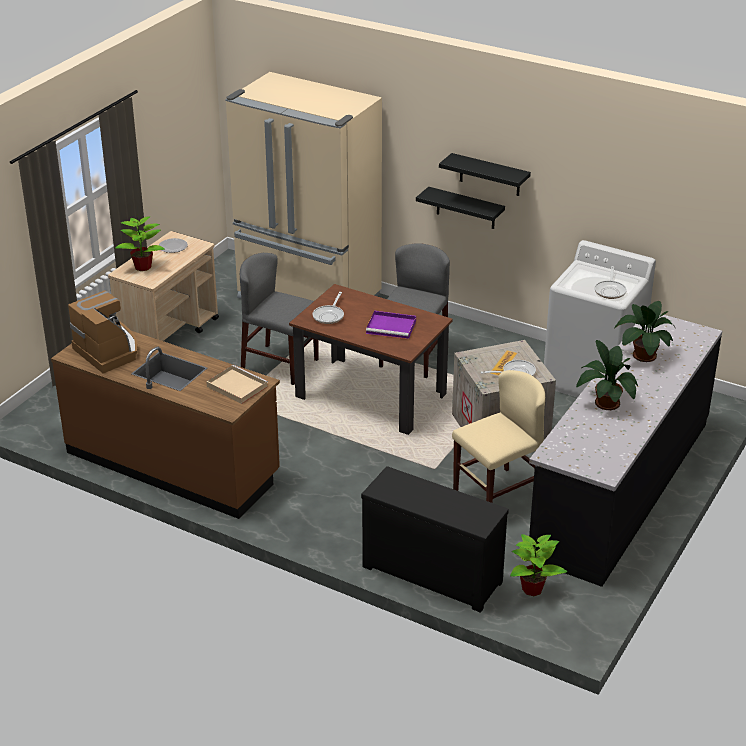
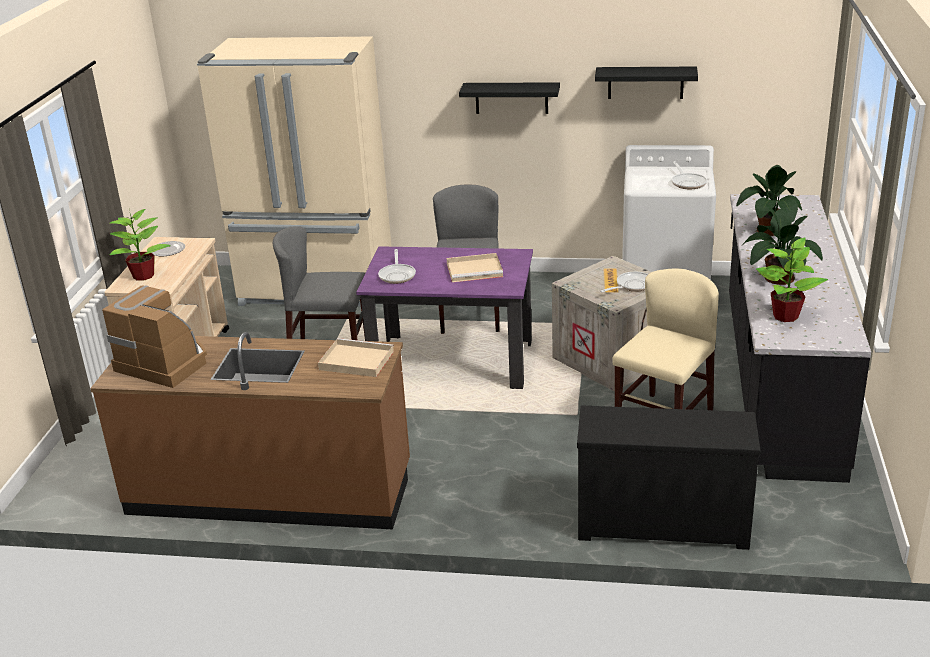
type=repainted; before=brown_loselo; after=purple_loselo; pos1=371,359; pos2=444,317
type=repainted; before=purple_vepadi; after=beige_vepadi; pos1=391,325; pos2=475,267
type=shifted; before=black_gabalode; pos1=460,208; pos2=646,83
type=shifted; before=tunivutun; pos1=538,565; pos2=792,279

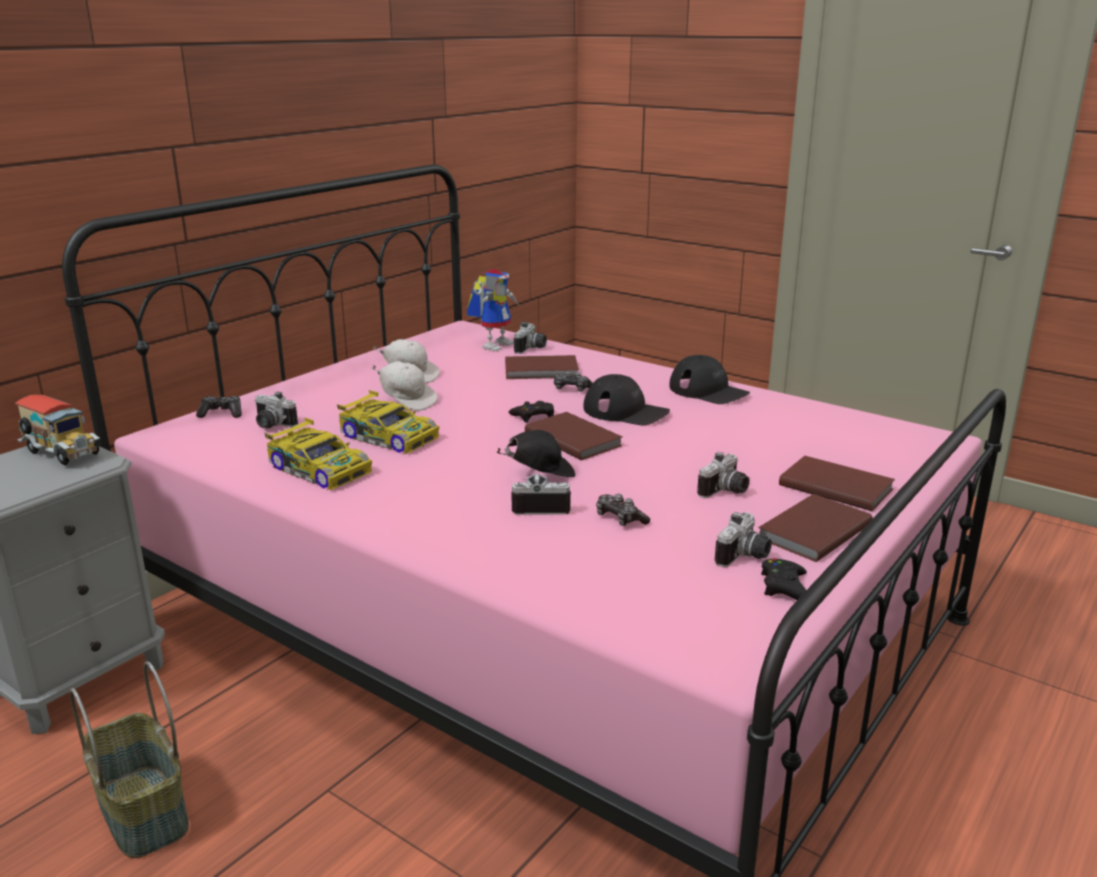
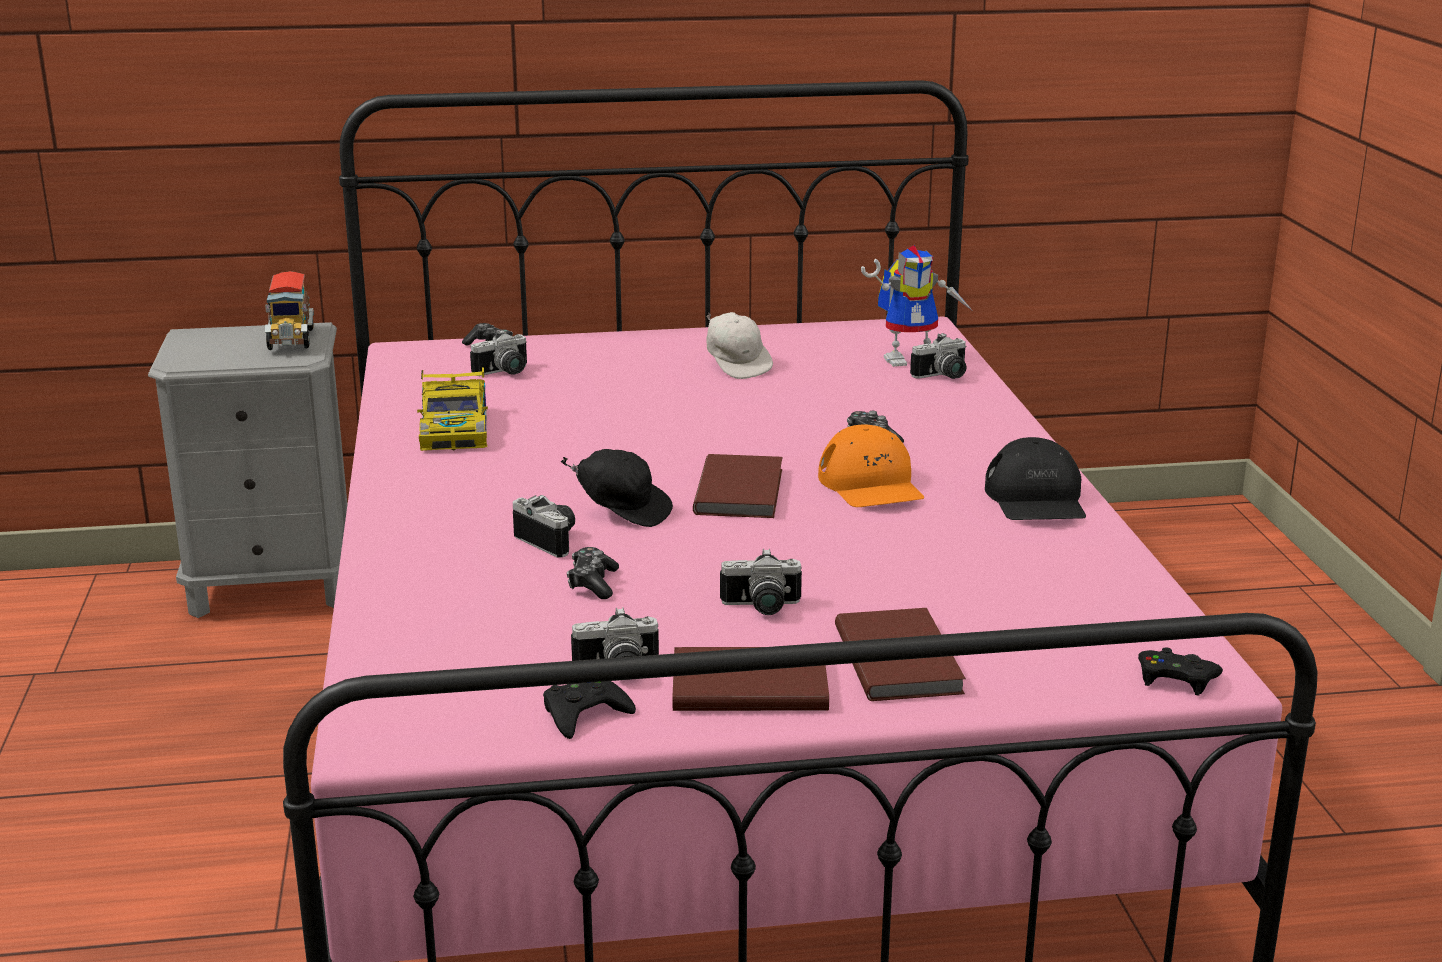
type=gone; before=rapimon; pos1=129,759
type=rotated; before=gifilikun; pos1=276,410; pos2=498,353; turn=-105
type=gone; before=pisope; pos1=388,422
type=gone; before=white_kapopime; pos1=405,386
type=gone; before=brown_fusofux; pos1=542,367
type=shifted; before=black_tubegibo; pos1=531,412; pos2=1180,671
type=repainted; before=black_kapopime; after=orange_kapopime; pos1=627,399; pos2=871,465

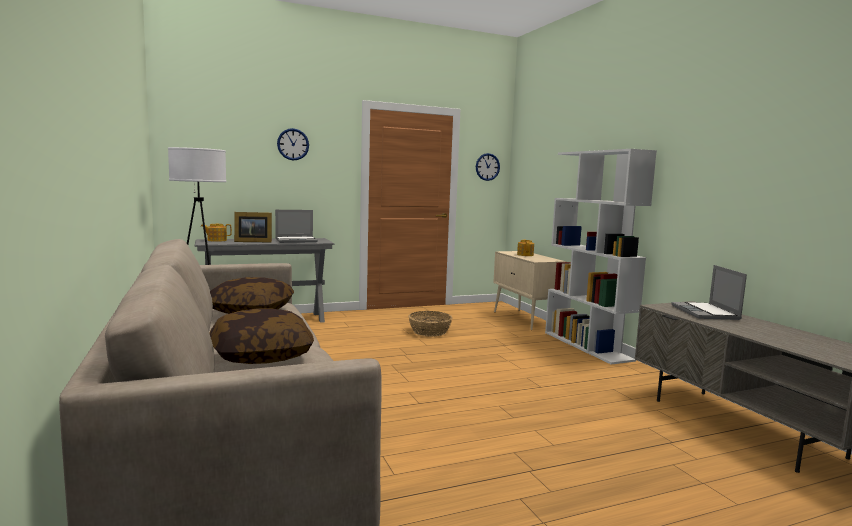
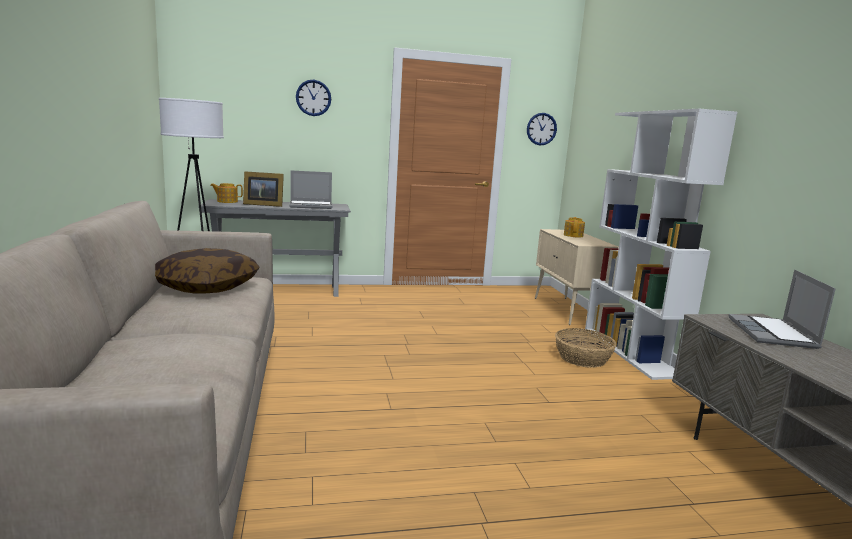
type=gone; before=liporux; pos1=261,336
type=shifted; before=rapimon; pos1=430,324; pos2=586,348

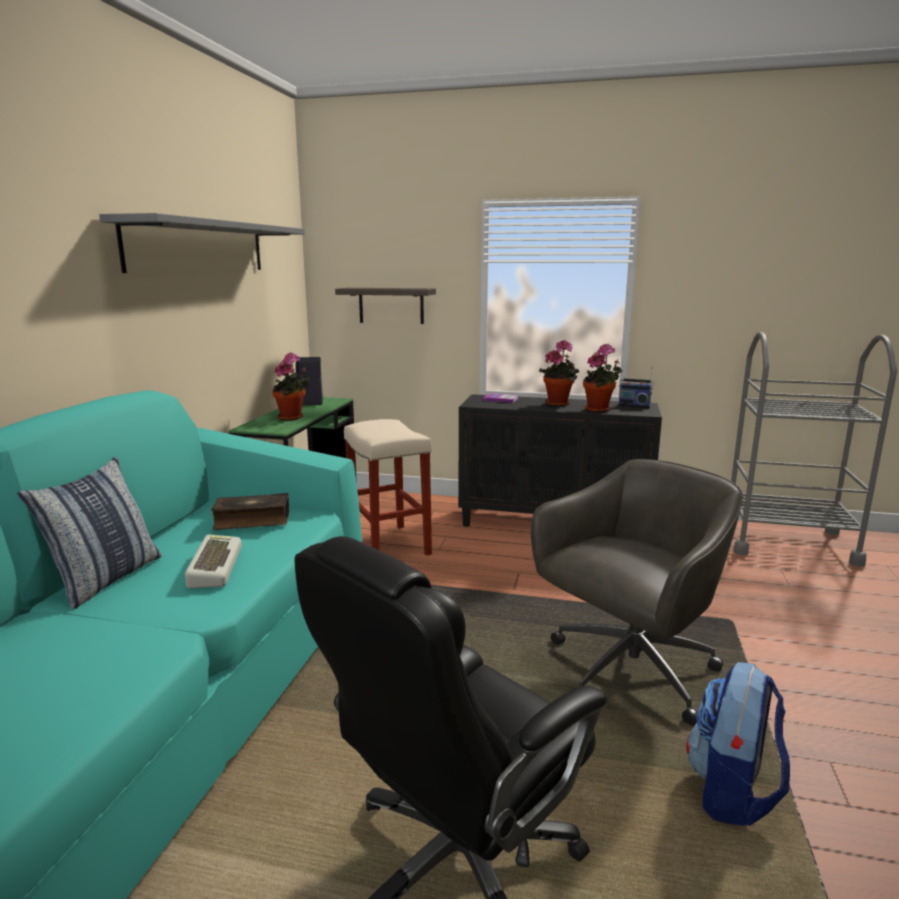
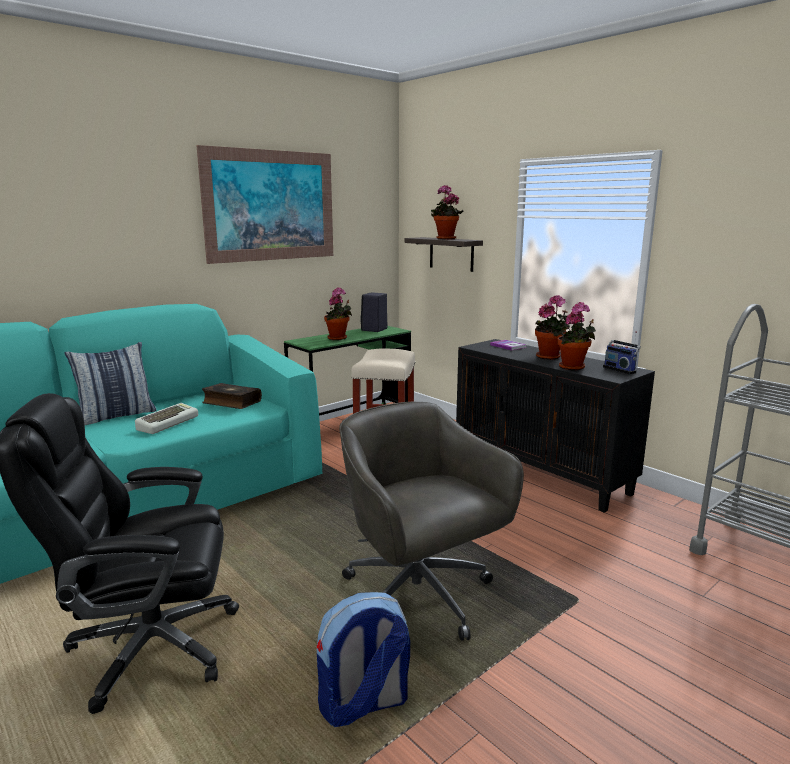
type=swapped; before=grey_gabalode; after=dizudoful; pos1=202,243; pos2=265,204
type=rotated; before=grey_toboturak; pos1=637,592; pos2=431,521; turn=-120
type=new; after=tunivutun; pos2=447,212

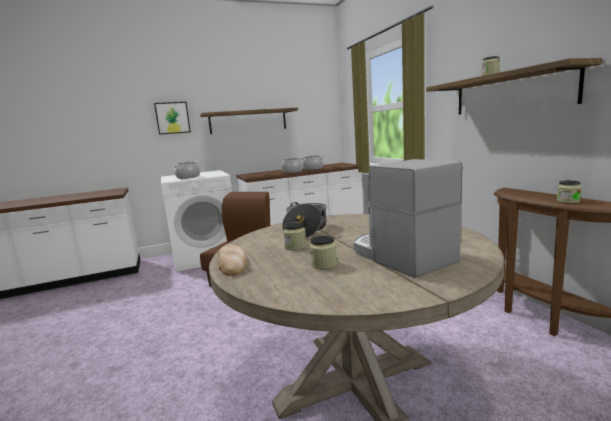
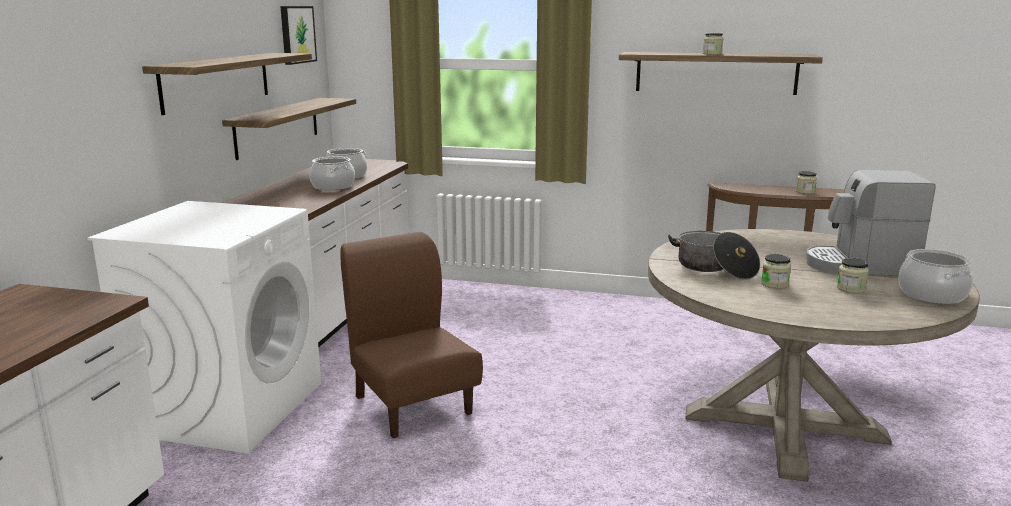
type=shifted; before=dizudoful; pos1=172,118; pos2=298,35
type=shifted; before=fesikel; pos1=187,170; pos2=935,276
type=gone; before=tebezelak; pos1=232,260
type=new; after=gabalode; pos2=289,129

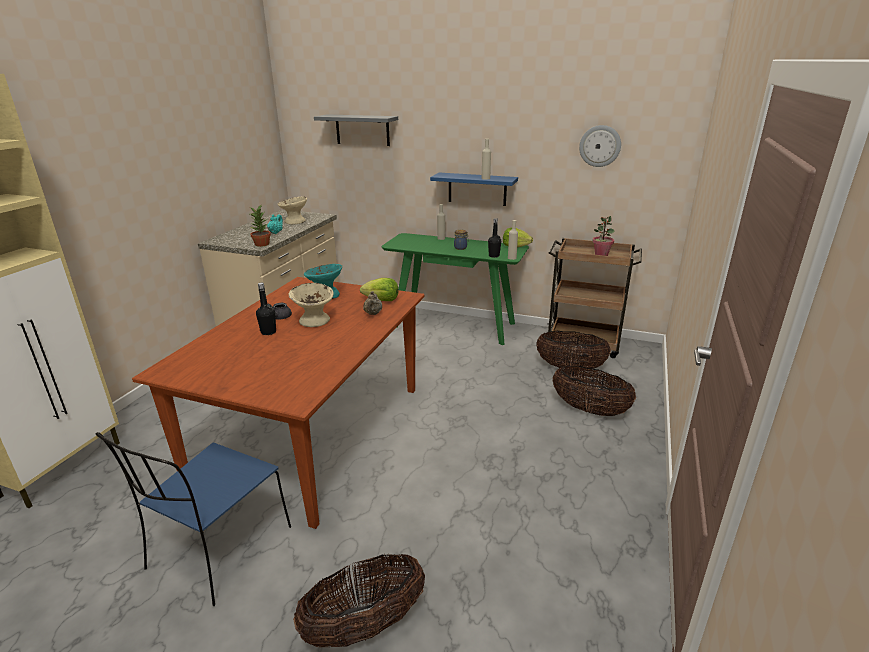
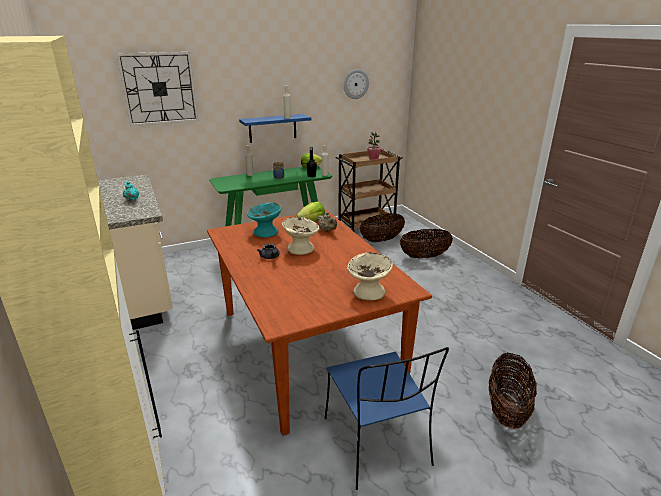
type=gone; before=tunivutun; pos1=260,226
type=gone; before=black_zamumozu; pos1=266,308
type=shifted; before=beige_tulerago; pos1=292,210; pos2=370,276
type=swapped; before=grey_gabalode; after=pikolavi; pos1=356,130; pos2=157,89

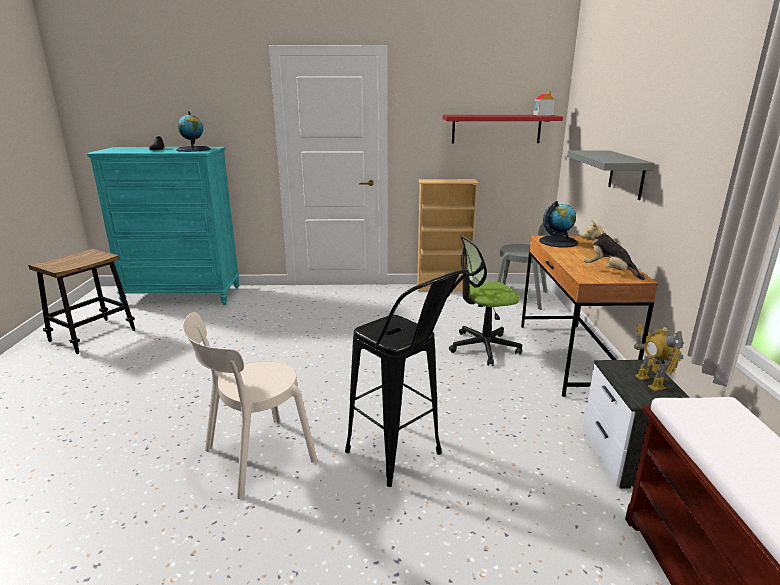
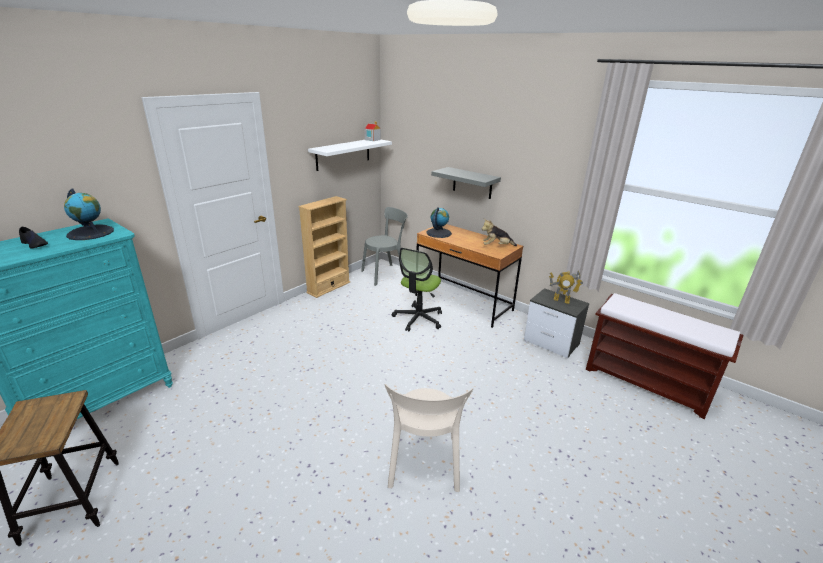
type=gone; before=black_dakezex; pos1=407,378
type=repainted; before=red_gabalode; after=white_gabalode; pos1=503,129; pos2=350,155

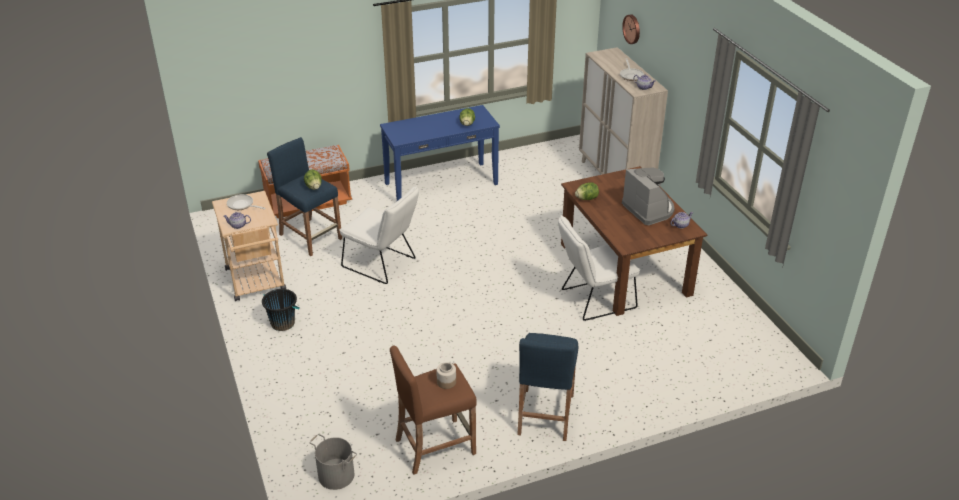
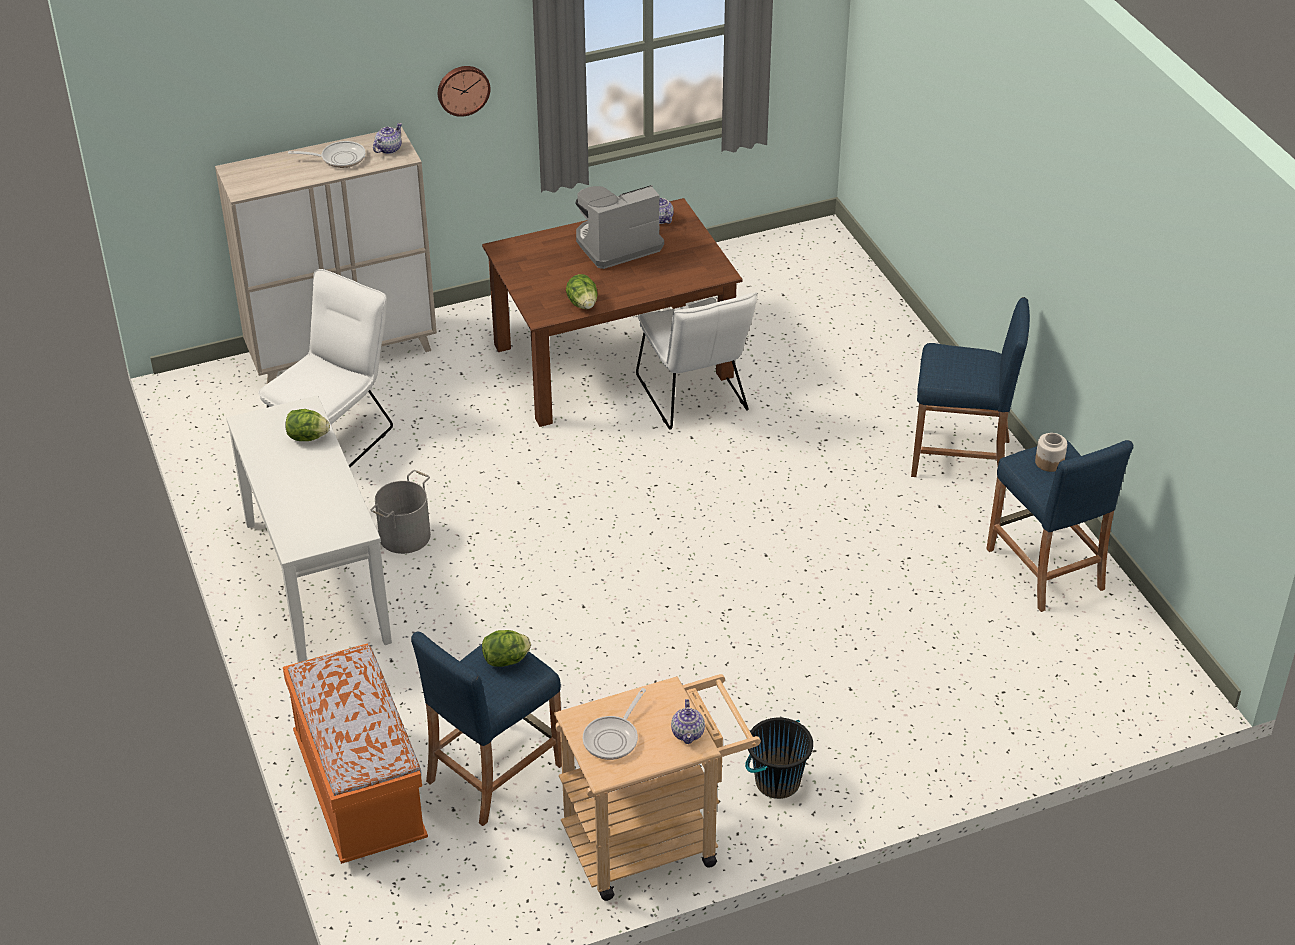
type=shifted; before=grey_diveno; pos1=333,462; pos2=401,512
type=shifted; before=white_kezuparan; pos1=379,235; pos2=325,368
type=repainted; before=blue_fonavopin; after=white_fonavopin; pos1=440,153; pos2=309,529
type=repainted; before=brown_dakezex; after=blue_dakezex; pos1=433,410; pos2=1059,526
type=shifted; before=pikolavi; pos1=631,29; pos2=464,91

